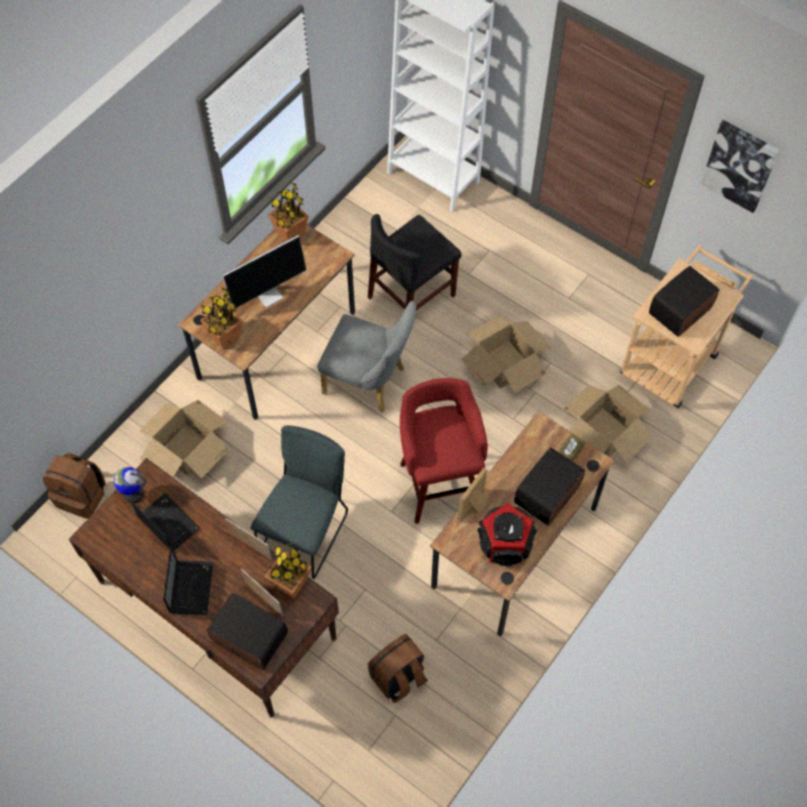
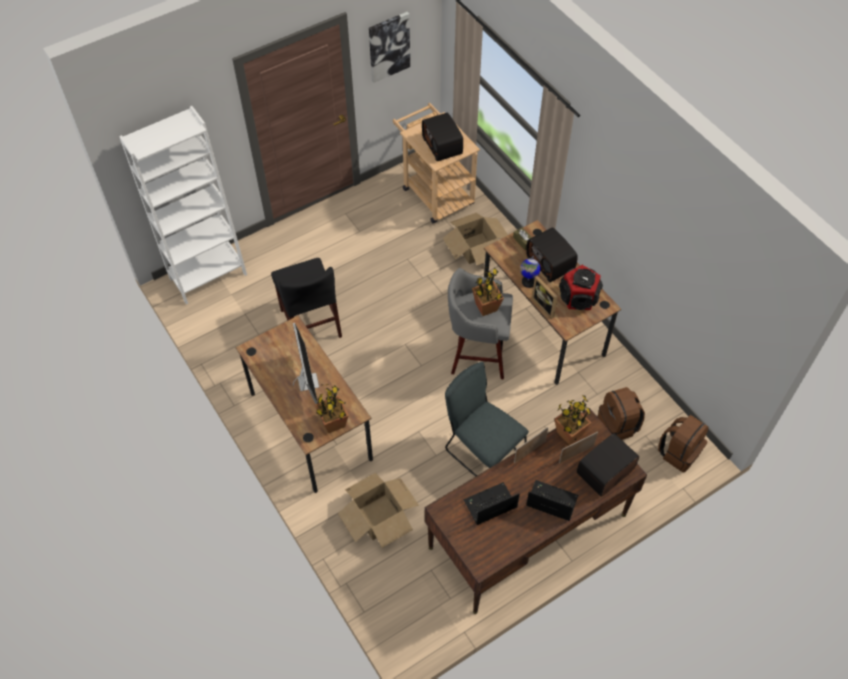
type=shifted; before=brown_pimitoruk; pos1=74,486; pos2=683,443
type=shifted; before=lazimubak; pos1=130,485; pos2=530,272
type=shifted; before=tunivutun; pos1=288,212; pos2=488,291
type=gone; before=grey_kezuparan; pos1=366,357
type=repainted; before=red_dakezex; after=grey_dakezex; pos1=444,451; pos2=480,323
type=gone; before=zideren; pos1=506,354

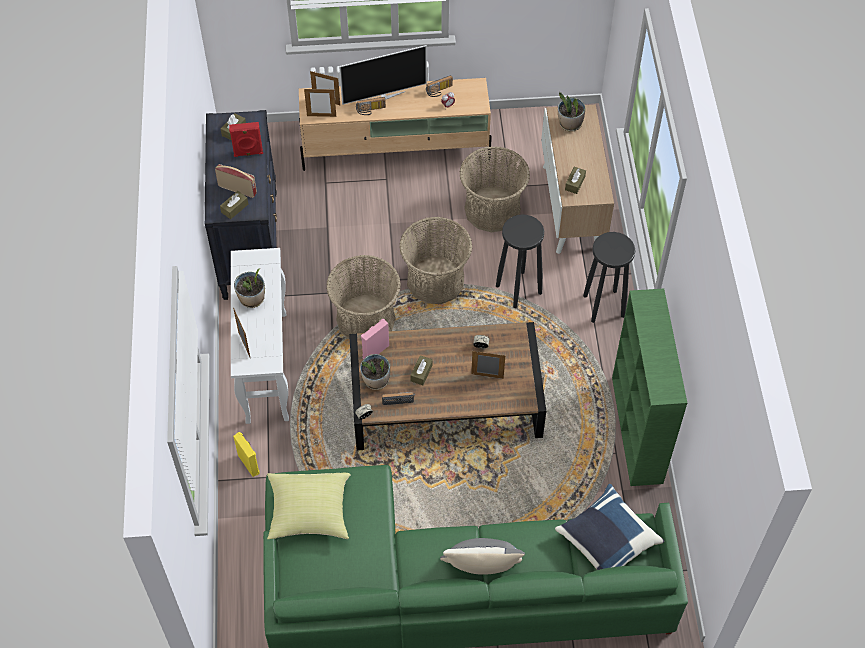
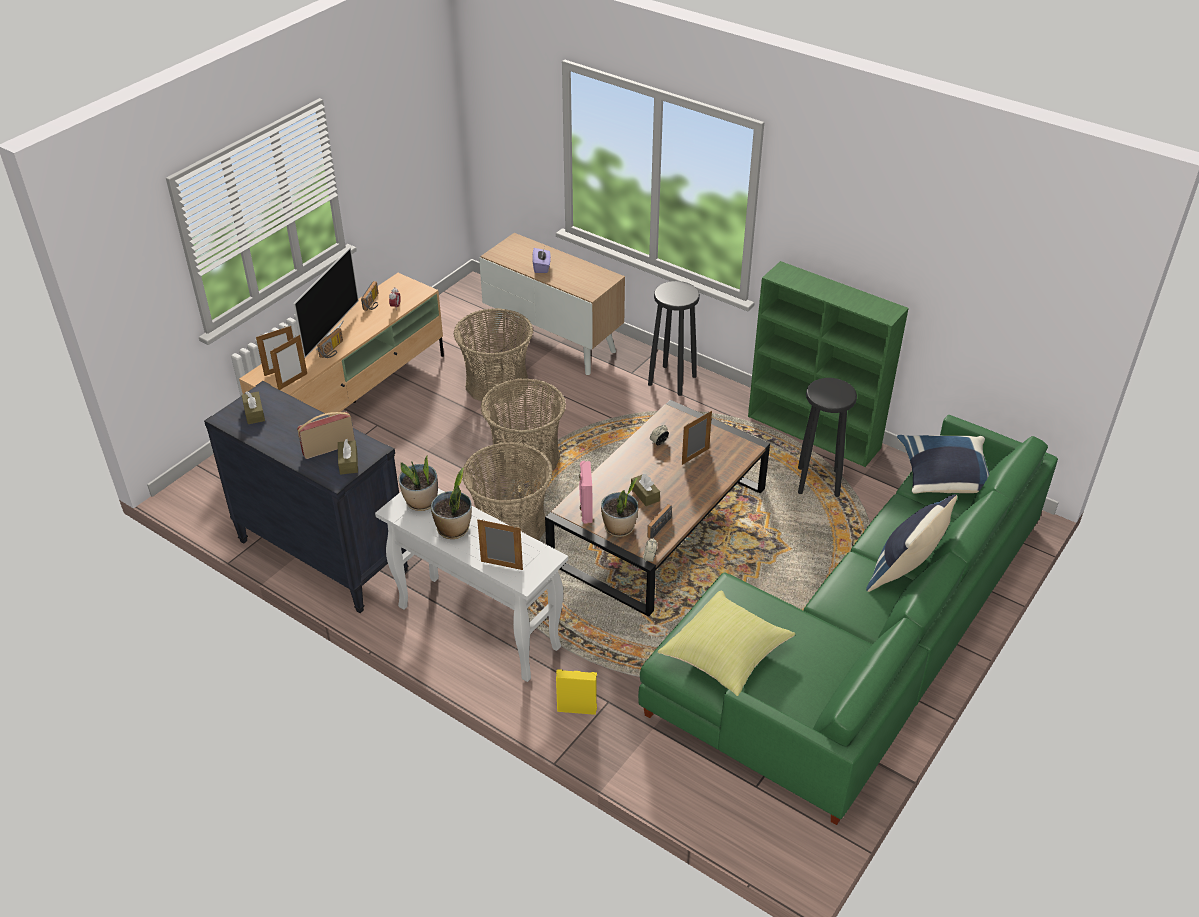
type=gone; before=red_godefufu; pos1=246,139
type=repainted; before=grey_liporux; after=blue_liporux; pos1=482,556; pos2=911,543
type=shifted; before=black_dakezex; pos1=520,261; pos2=827,437
type=shifted; before=tunivutun; pos1=571,111; pos2=418,483
type=gone; before=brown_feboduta; pos1=575,180
type=new; after=purple_feboduta; pos2=541,260

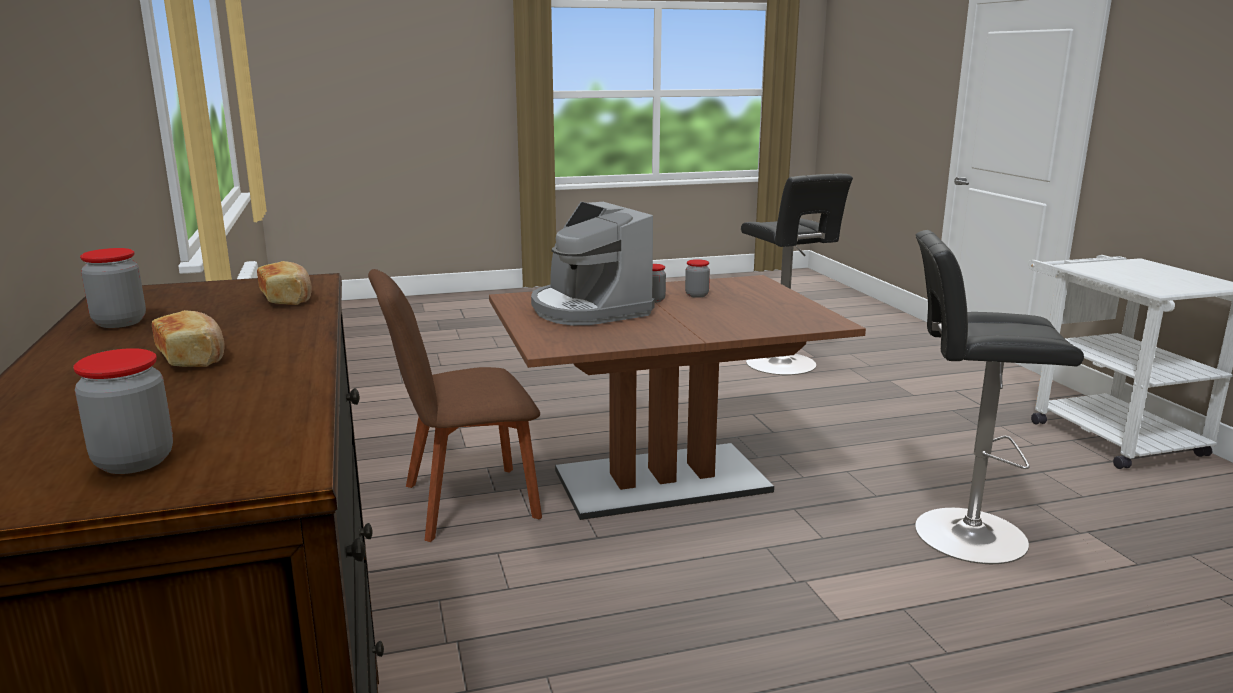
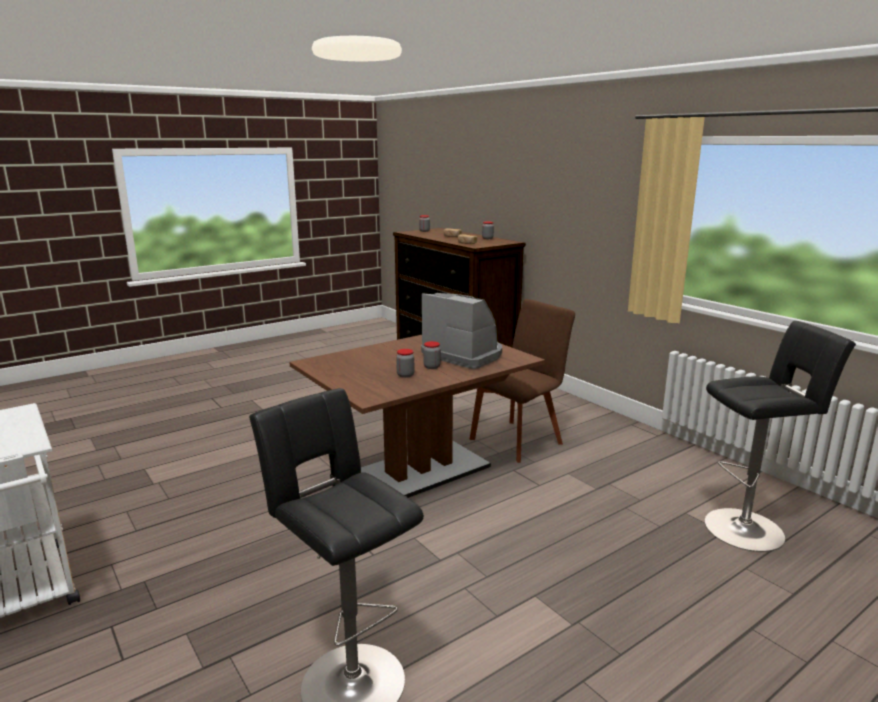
type=shifted; before=black_dakezex; pos1=999,397; pos2=780,436

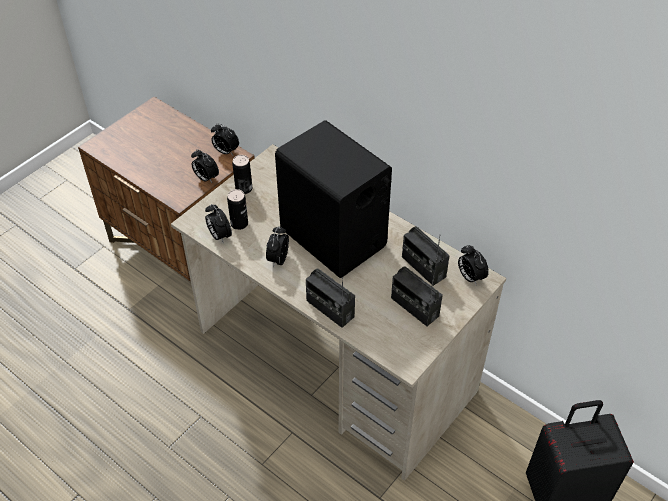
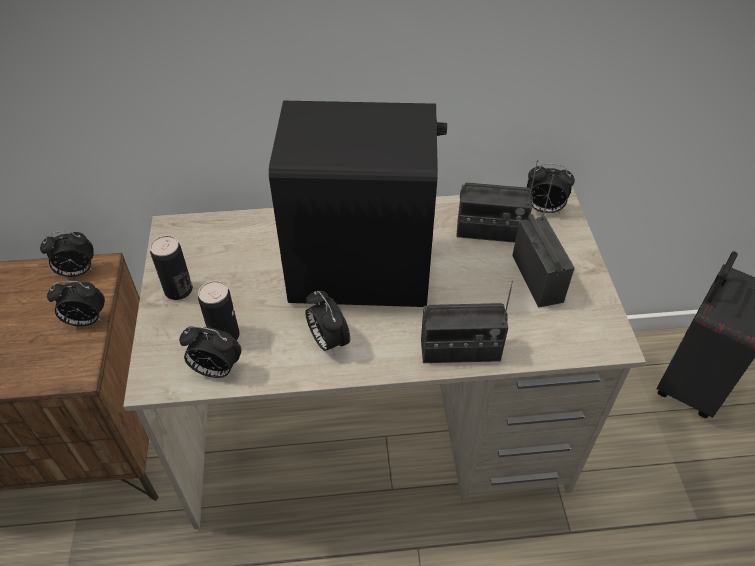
type=rotated; before=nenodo; pos1=417,296; pos2=543,241; turn=-105

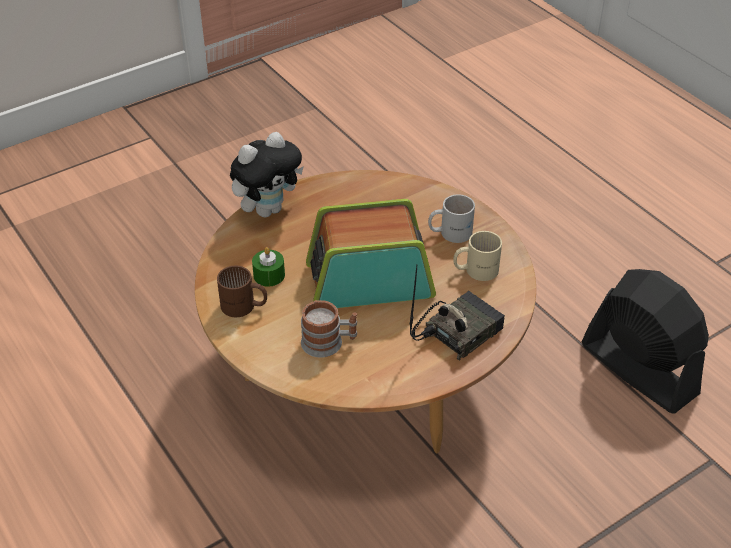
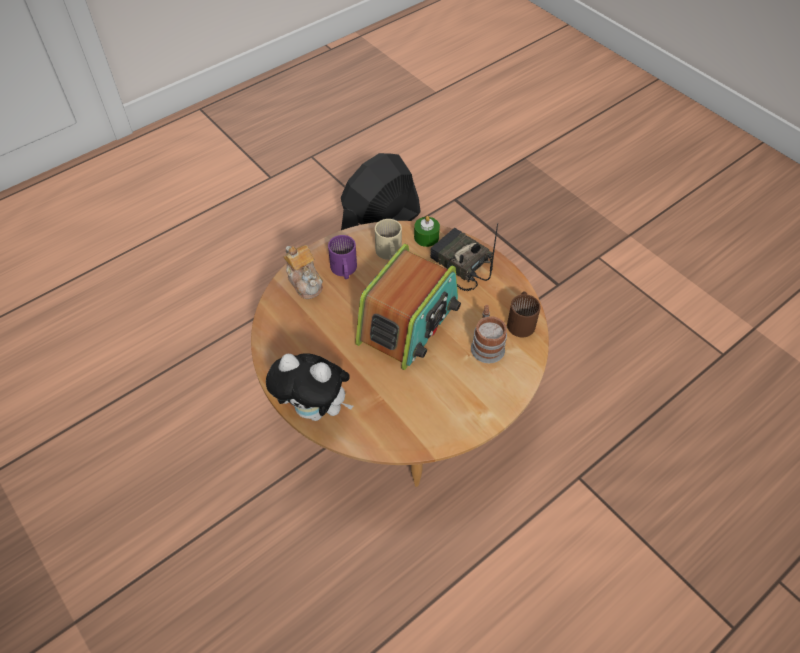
type=shifted; before=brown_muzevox; pos1=242,291; pos2=524,314
type=rotated; before=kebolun; pos1=267,174; pos2=309,387; turn=150
type=shifted; before=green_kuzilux; pos1=268,267; pos2=427,231
type=rotated; before=nenodo; pos1=371,253; pos2=408,307; turn=-135
type=repainted; before=white_muzevox; after=purple_muzevox; pos1=451,218; pos2=342,257
type=new; after=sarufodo; pos2=303,272

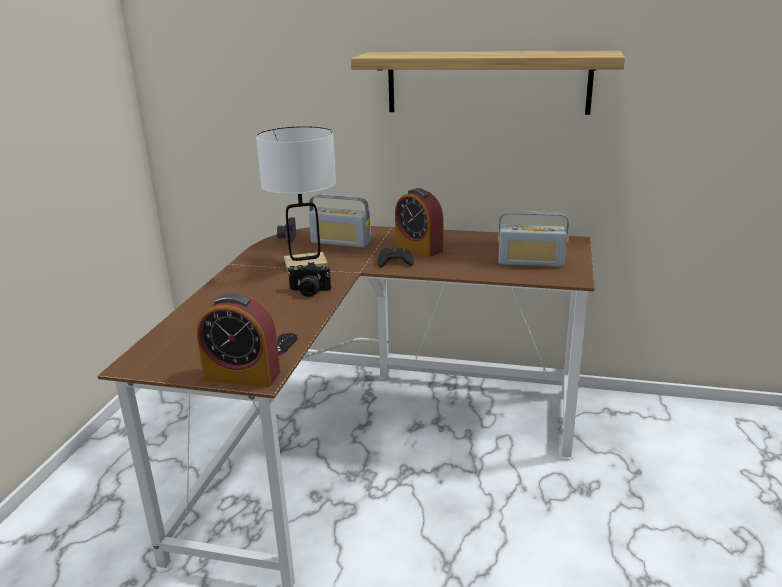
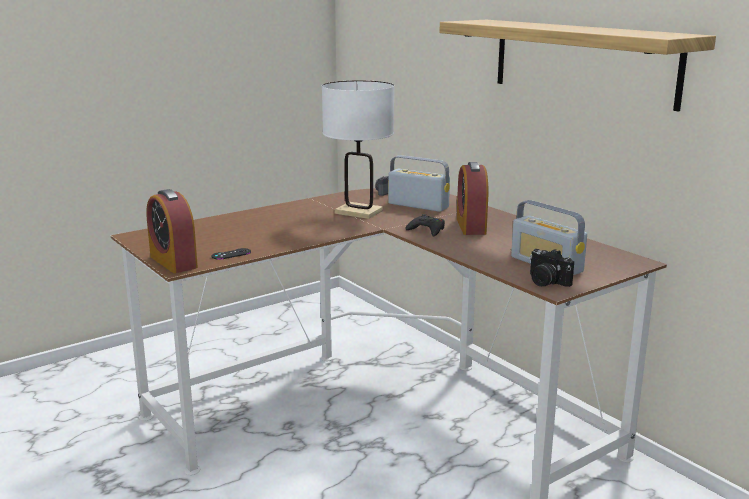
type=shifted; before=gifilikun; pos1=309,279; pos2=552,268
type=rotated; before=nenodo; pos1=340,221; pos2=419,183; turn=150

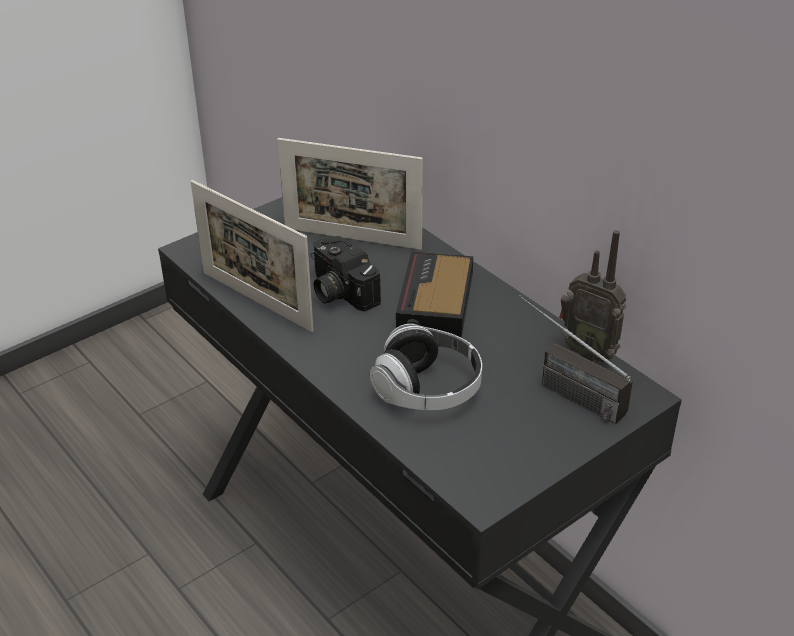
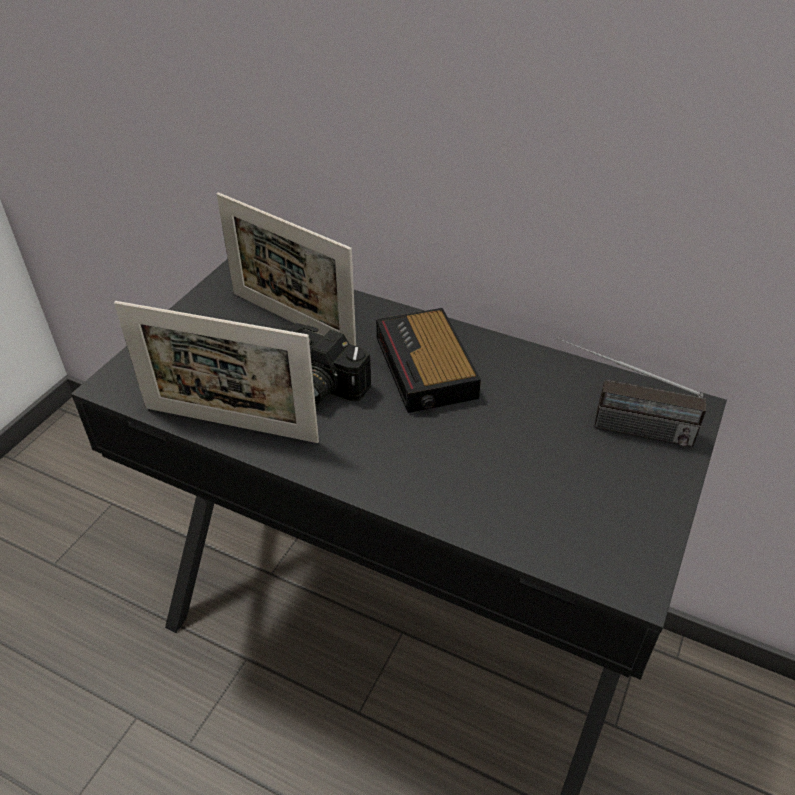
type=rotated; before=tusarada; pos1=350,194; pos2=286,269; turn=45
type=gone; before=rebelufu; pos1=426,367
type=gone; before=nenodo; pos1=592,296

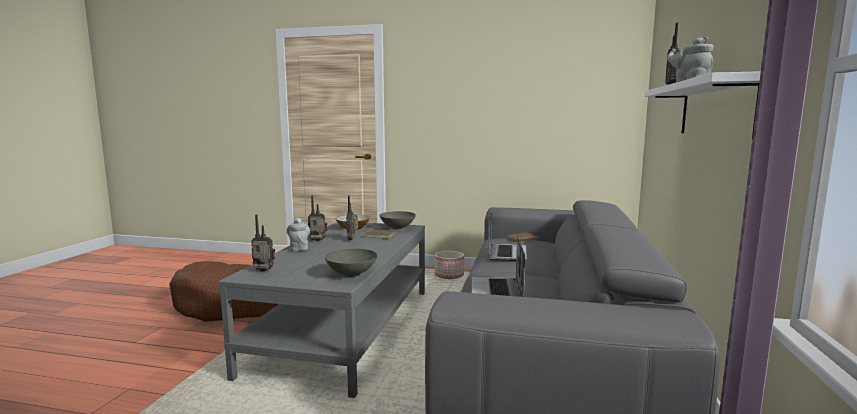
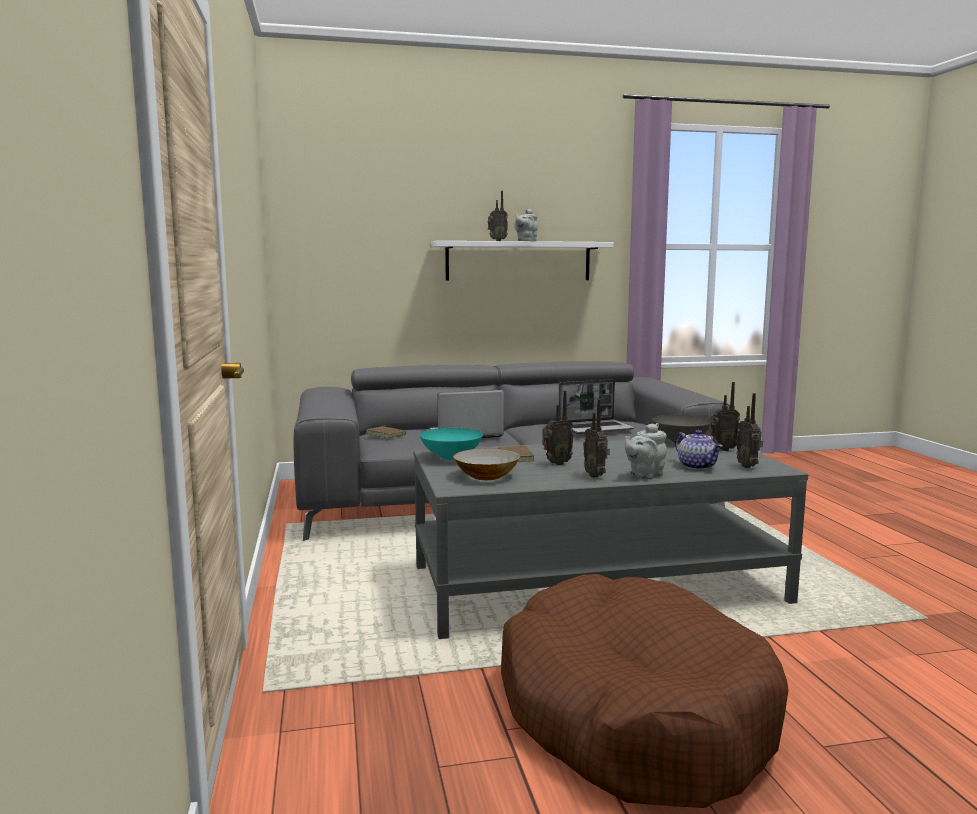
type=repainted; before=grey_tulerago; after=turquoise_tulerago; pos1=398,220; pos2=451,444
type=gone; before=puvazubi; pos1=449,265
type=new; after=sarufodo; pos2=699,450
type=new; after=nenodo; pos2=724,416

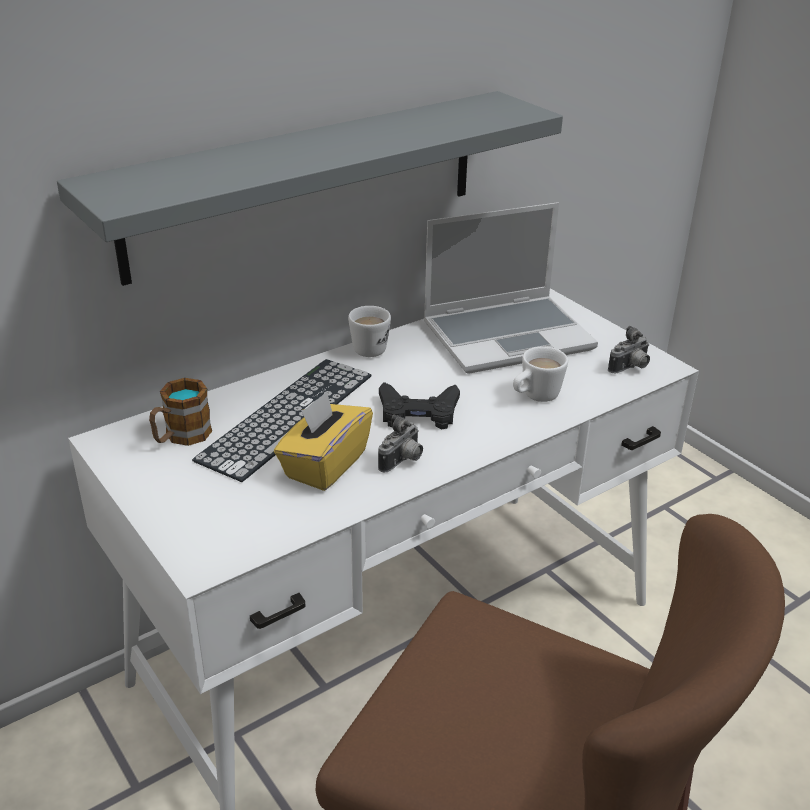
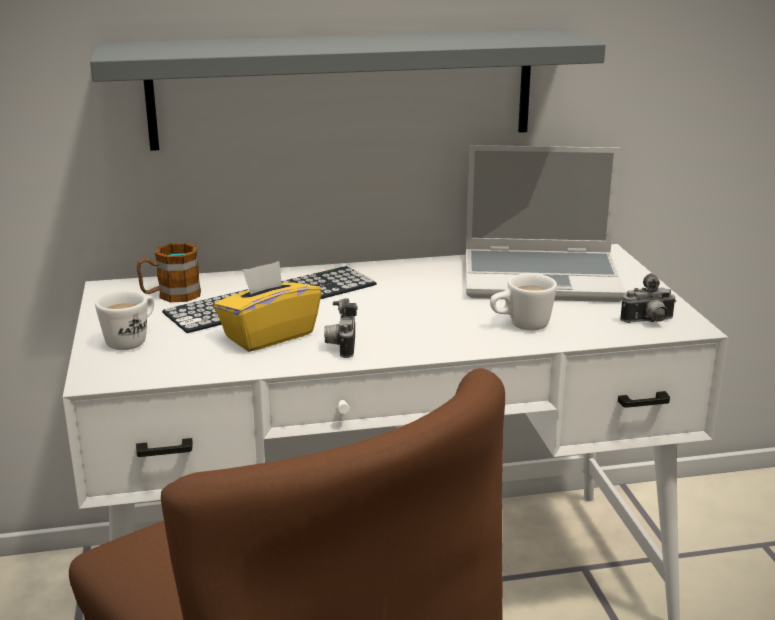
type=shifted; before=white_muzevox; pos1=369,331; pos2=124,320
type=rotated; before=gifilikun; pos1=400,443; pos2=340,328; turn=120
type=gone; before=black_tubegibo; pos1=419,405

